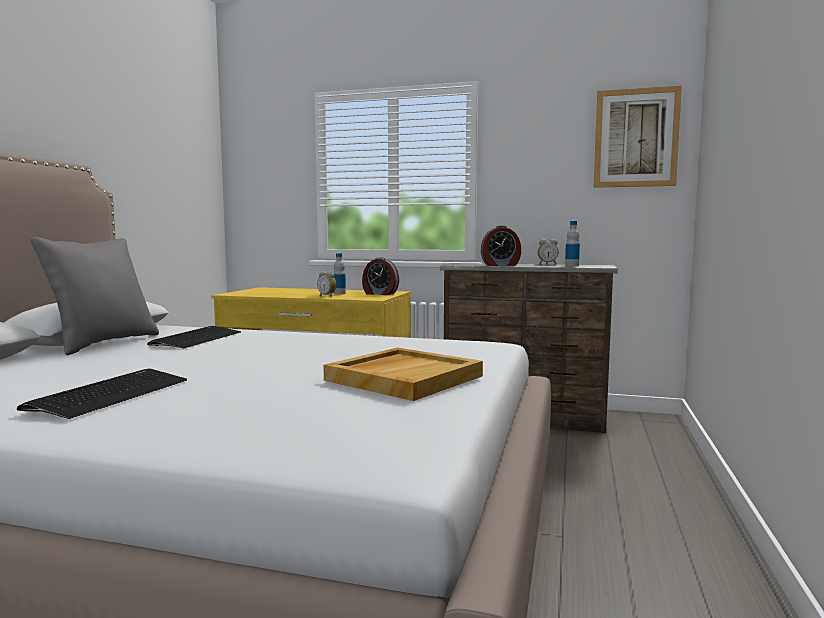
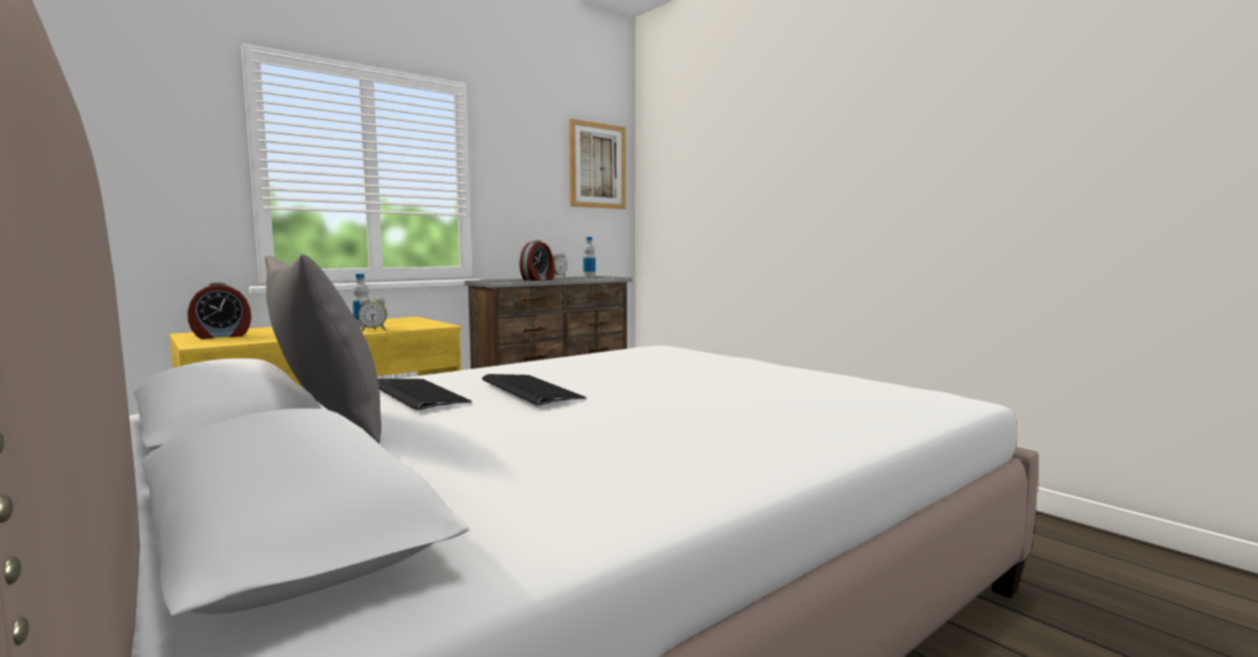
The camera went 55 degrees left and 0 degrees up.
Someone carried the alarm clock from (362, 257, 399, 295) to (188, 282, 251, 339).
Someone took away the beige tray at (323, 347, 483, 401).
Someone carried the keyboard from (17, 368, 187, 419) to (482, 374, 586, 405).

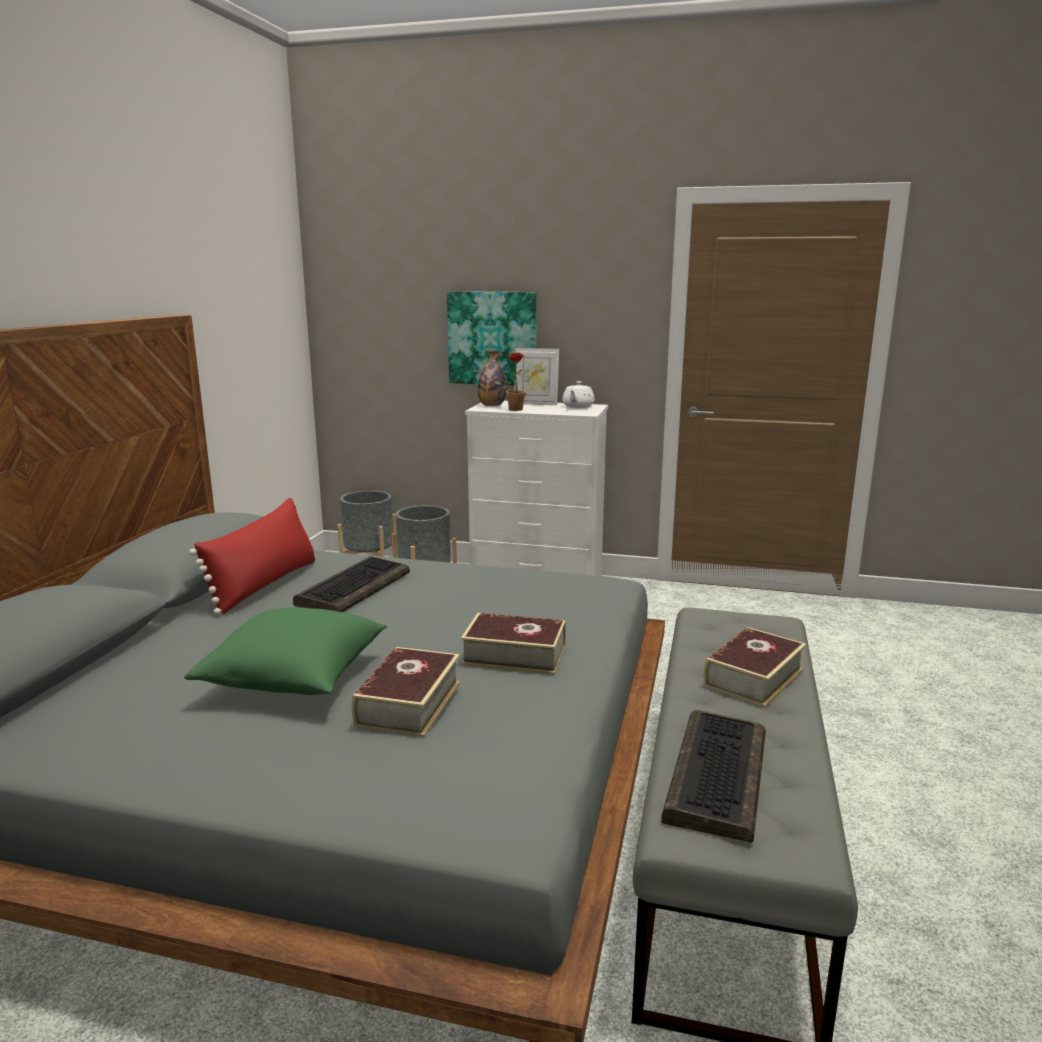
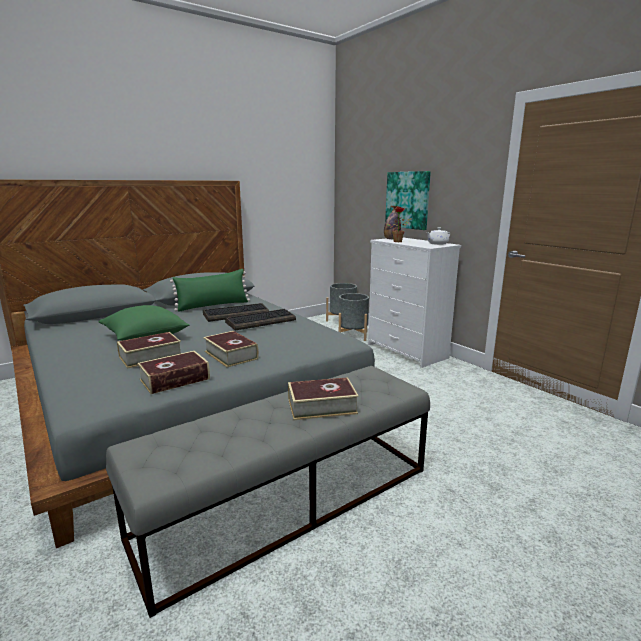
The camera went 40 degrees right and 0 degrees up.
Someone took away the picture frame at (514, 348, 559, 405).
Someone repainted the red pillow at (189, 498, 316, 615), which became the green pillow at (170, 269, 250, 312).
Someone carried the keyboard from (661, 710, 766, 842) to (225, 309, 296, 331).
Someone put down the book at (138, 351, 210, 394).

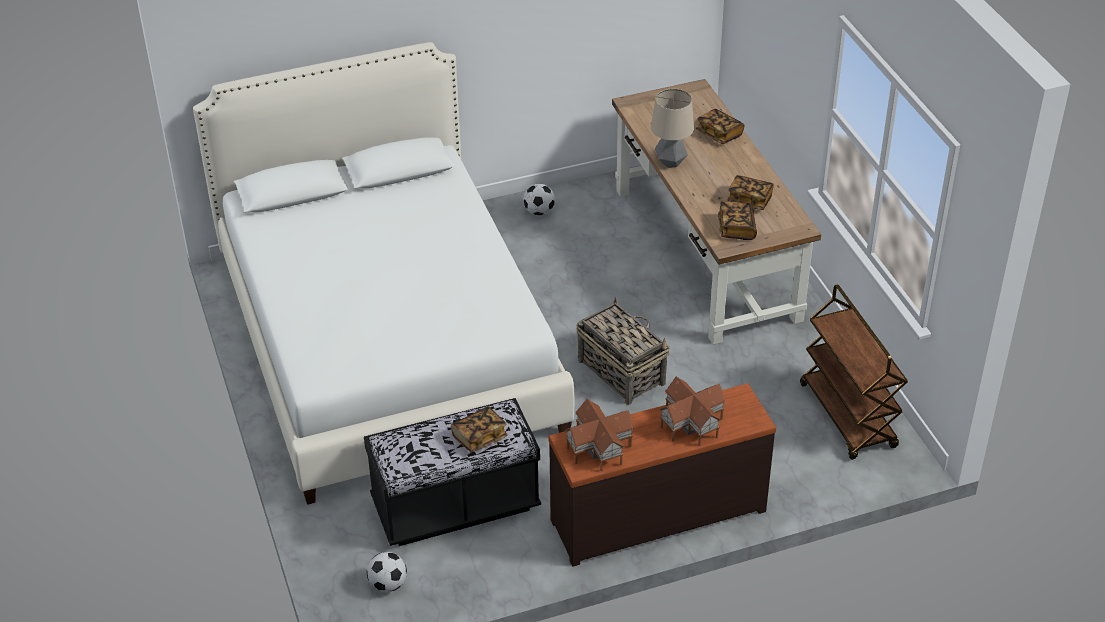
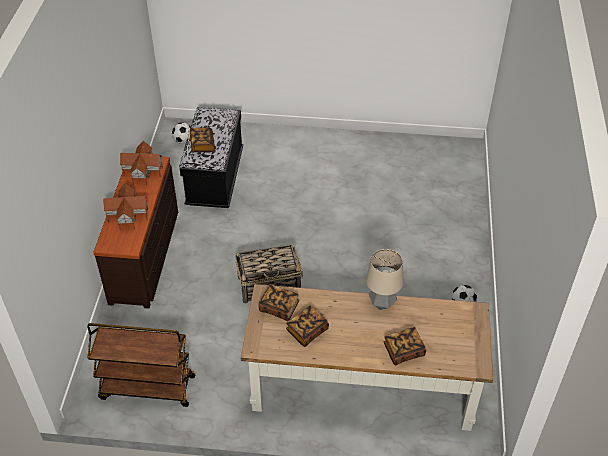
The camera went 115 degrees right and 5 degrees up.
Someone took away the white bed at (193, 42, 574, 505).

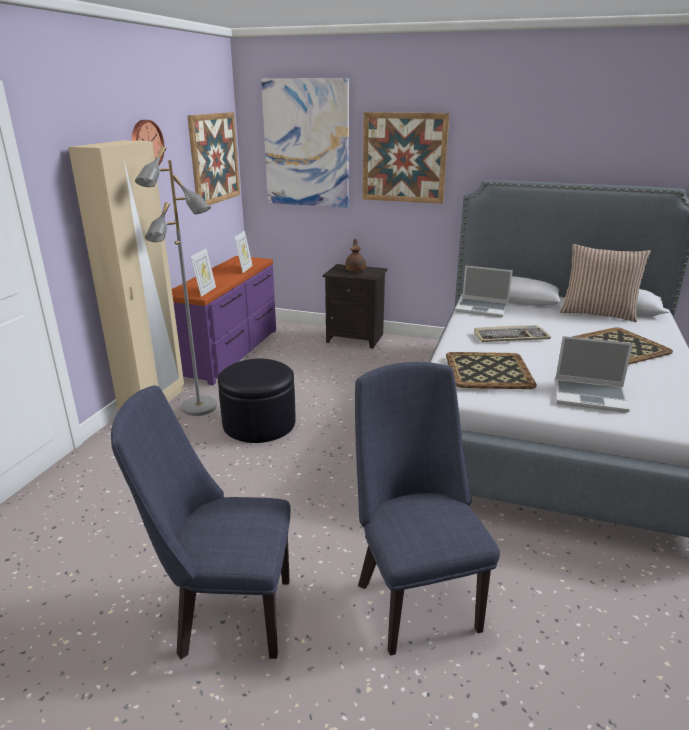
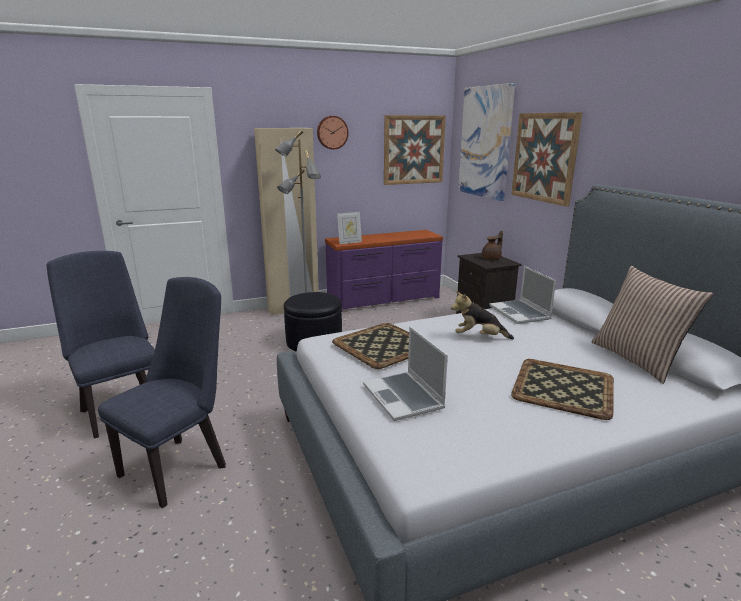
The camera went 50 degrees right and 5 degrees down.
Someone took away the picture frame at (234, 231, 253, 273).
Someone swapped the keyboard at (474, 325, 551, 342) for the plush toy at (451, 291, 514, 339).

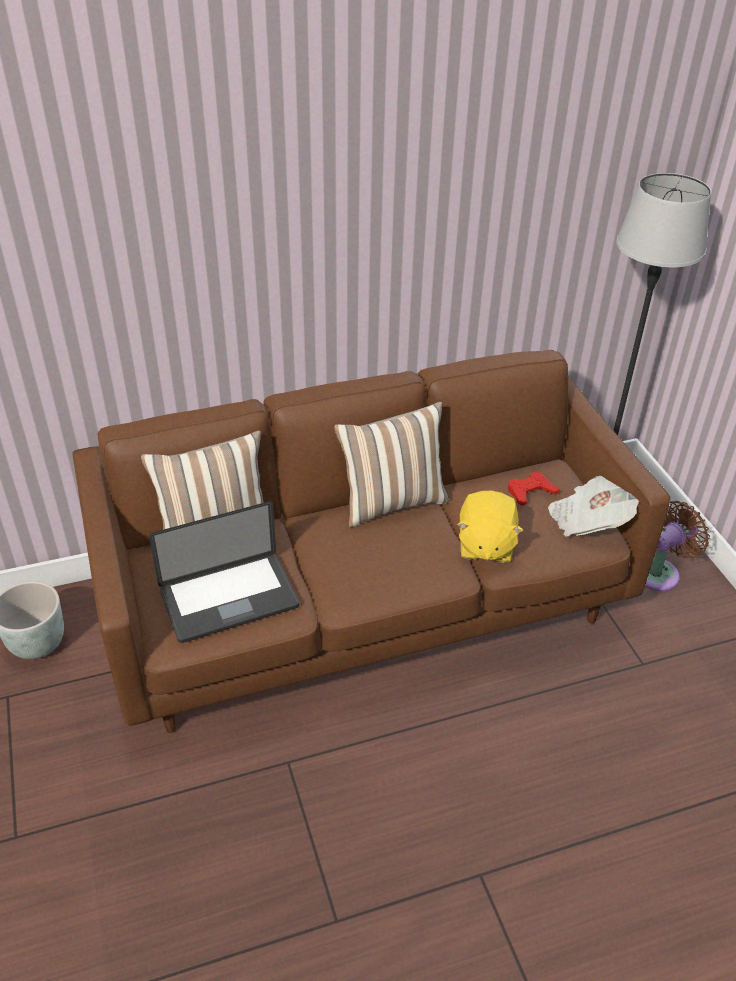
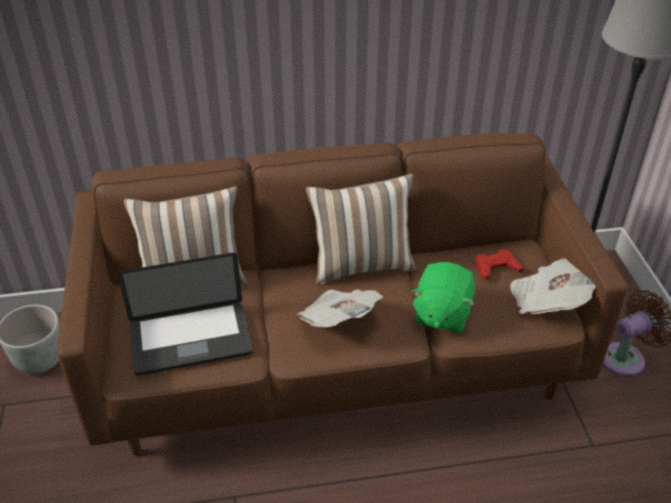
The camera went 10 degrees right and 0 degrees up.
Someone repainted the yellow plush toy at (457, 491, 523, 563), which became the green plush toy at (411, 262, 475, 333).
Someone put down the newspaper at (297, 289, 383, 327).

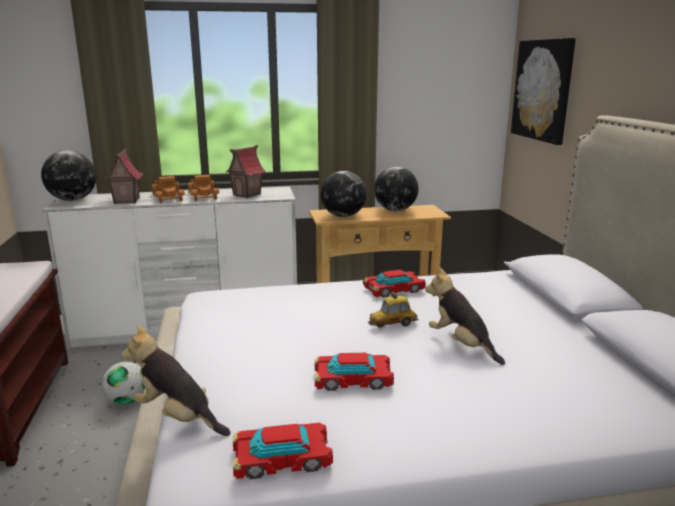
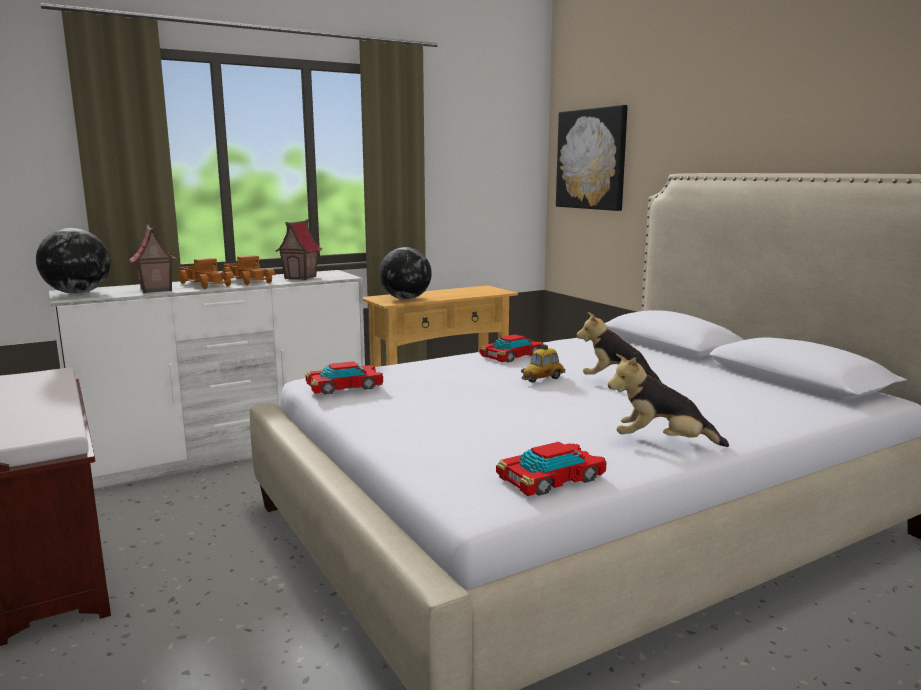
The camera went 20 degrees left and 5 degrees down.
Someone took away the globe at (374, 167, 419, 211).
Someone carried the plush toy from (121, 325, 231, 436) to (608, 354, 729, 447).
Someone carried the toy car from (315, 353, 394, 391) to (306, 361, 383, 394).
Someone took away the football at (102, 362, 145, 405).

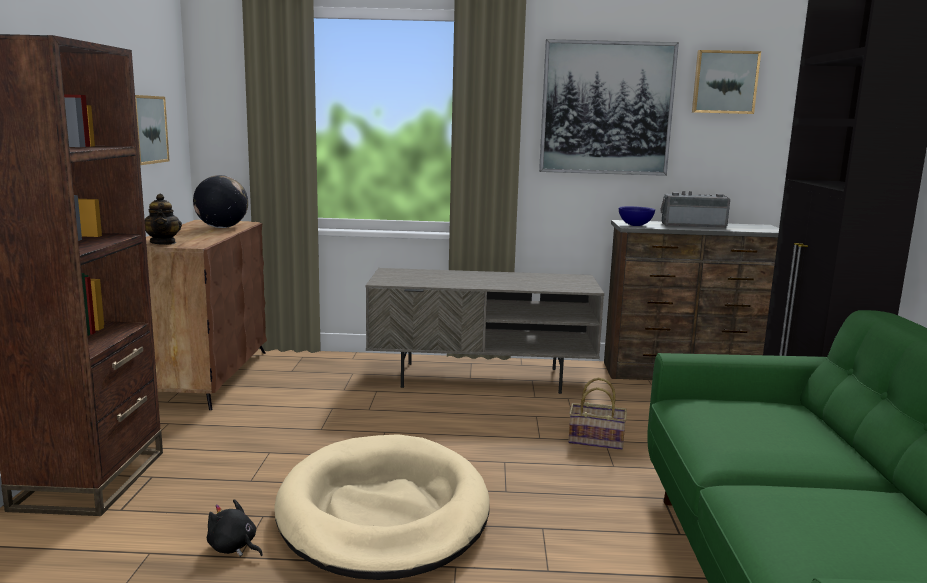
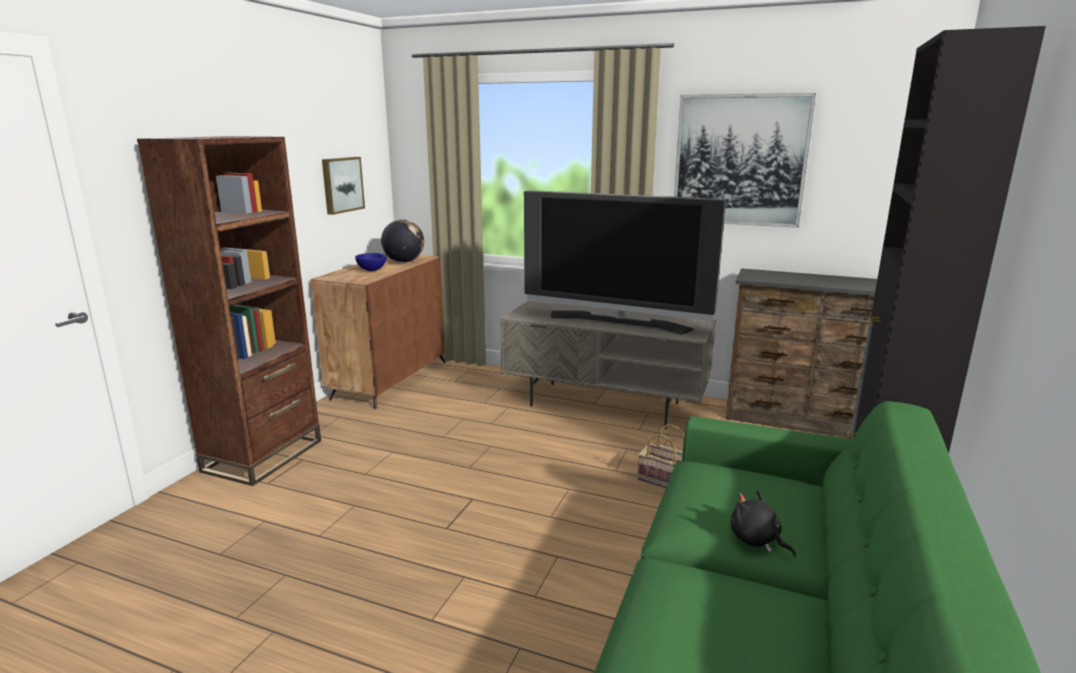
The camera went 20 degrees right and 5 degrees up.
Someone took away the picture at (692, 50, 761, 114).
Someone took away the radio at (660, 191, 730, 228).
Someone took away the teapot at (145, 194, 182, 245).
Someone carried the blue bowl from (619, 206, 655, 226) to (355, 253, 387, 271).
Someone took away the beige dog bed at (274, 434, 490, 580).
Someone carried the black plush toy from (207, 499, 263, 556) to (731, 490, 796, 557).
Someone put down the television at (524, 190, 726, 334).

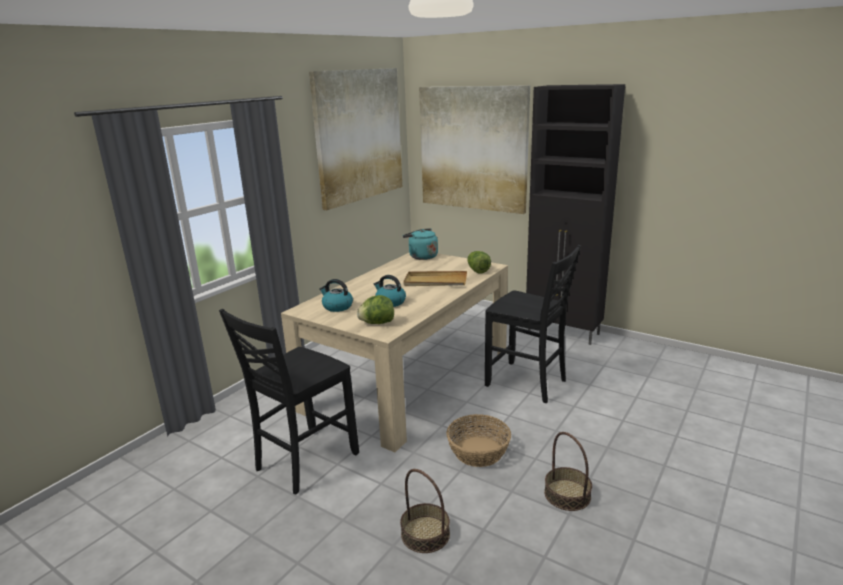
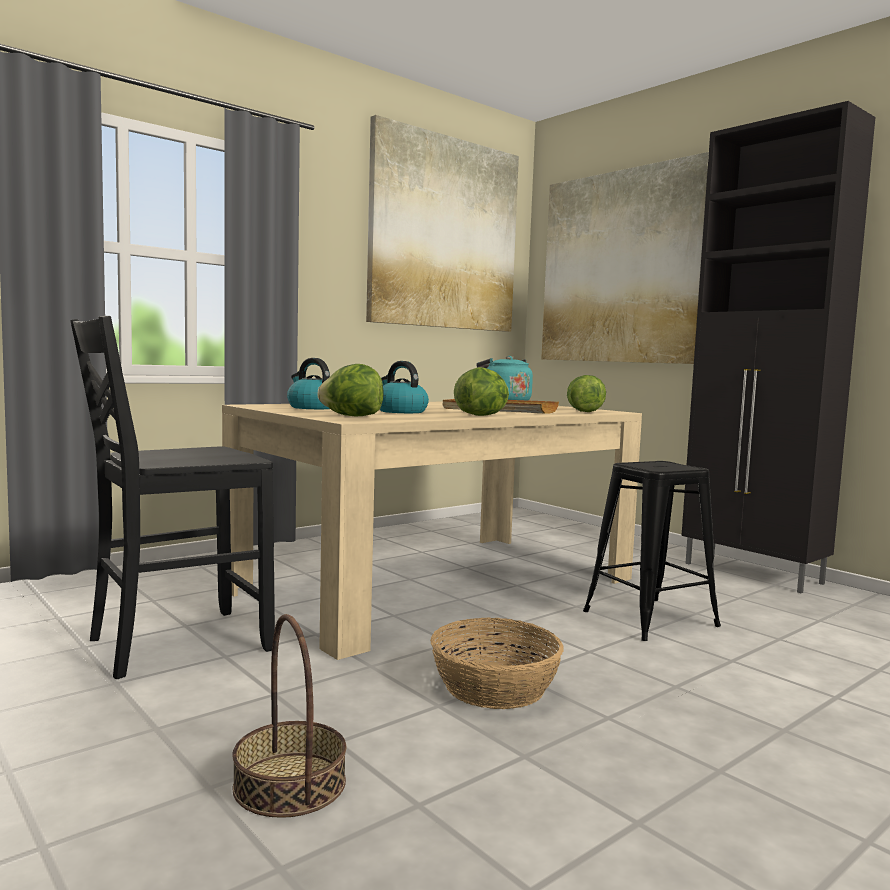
The camera went 15 degrees right and 15 degrees down.
Someone swapped the black chair at (485, 245, 581, 403) for the black stool at (583, 461, 721, 641).
Someone took away the basket at (544, 432, 592, 511).
Someone put down the lettuce at (454, 367, 509, 416).

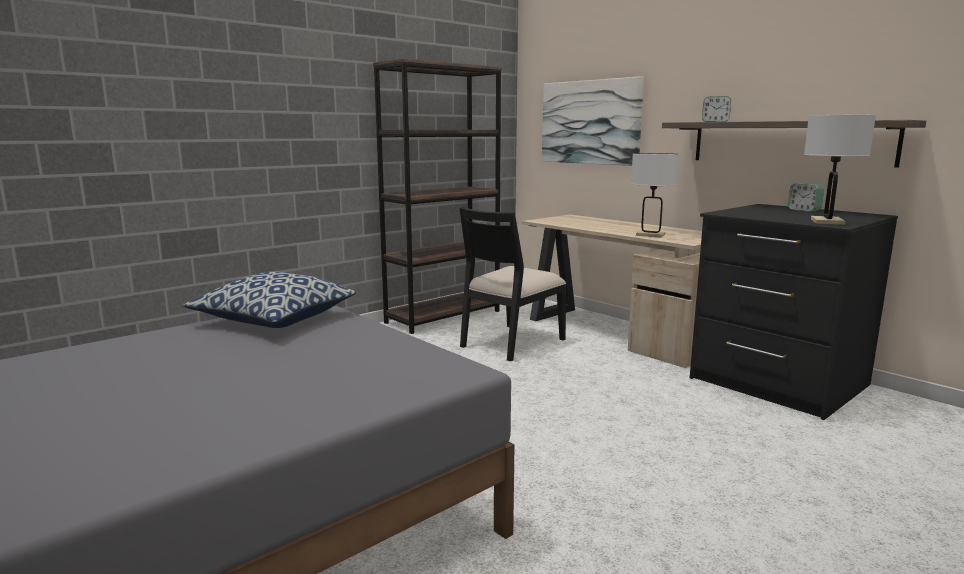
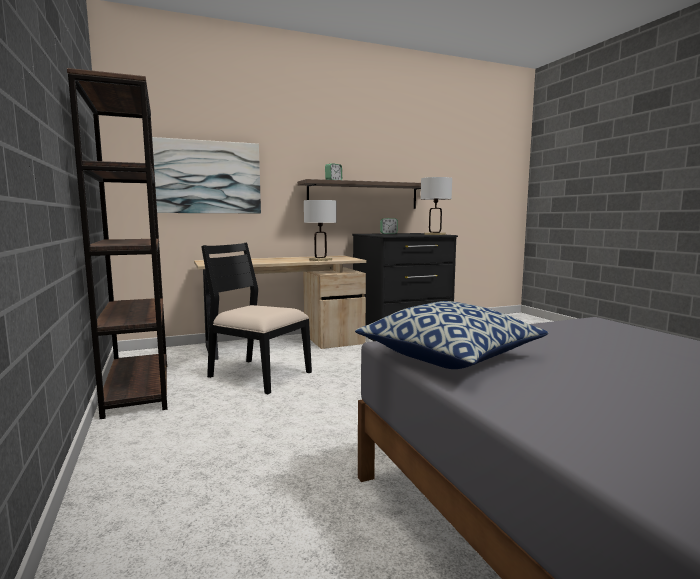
The camera went 70 degrees left and 5 degrees down.
Someone rotated the black chair at (459, 207, 566, 361) by 150 degrees clockwise.

